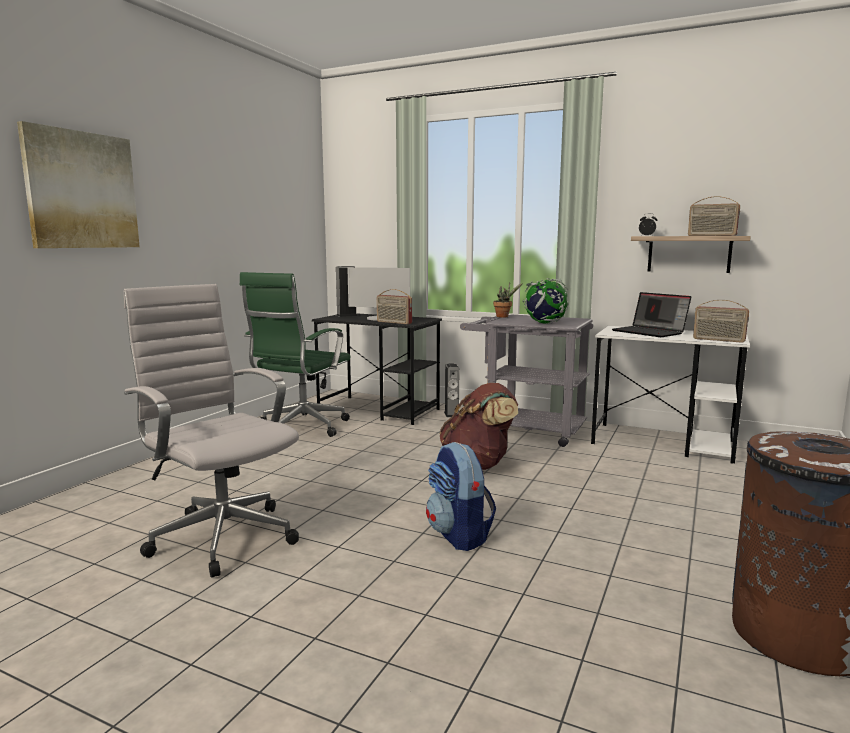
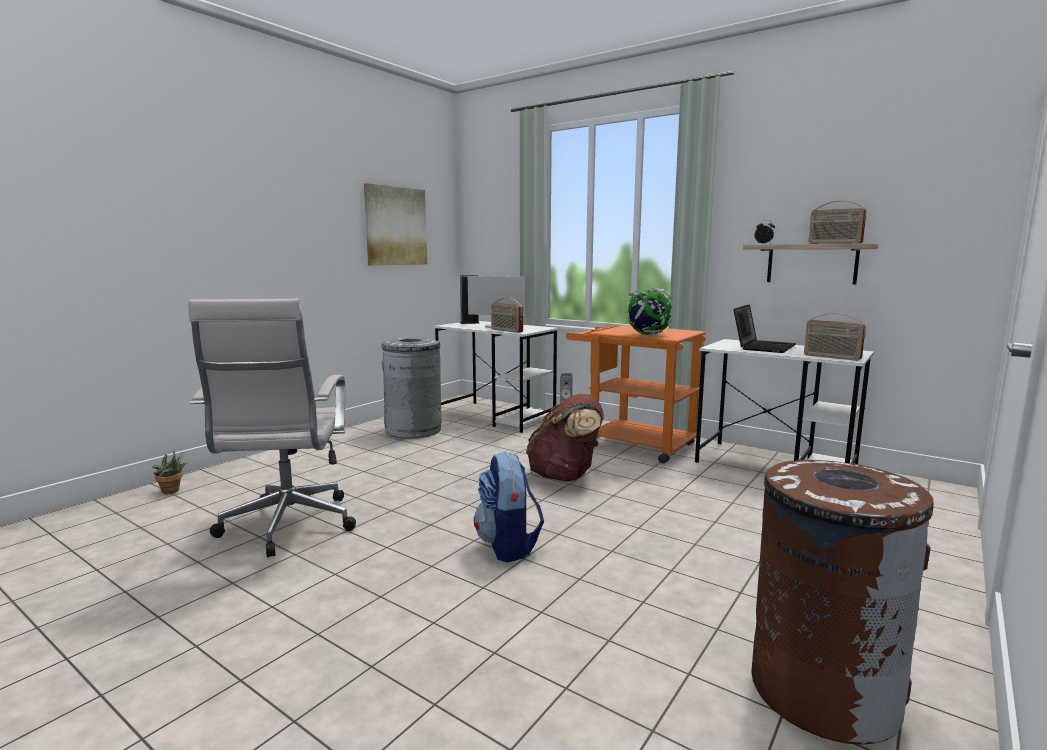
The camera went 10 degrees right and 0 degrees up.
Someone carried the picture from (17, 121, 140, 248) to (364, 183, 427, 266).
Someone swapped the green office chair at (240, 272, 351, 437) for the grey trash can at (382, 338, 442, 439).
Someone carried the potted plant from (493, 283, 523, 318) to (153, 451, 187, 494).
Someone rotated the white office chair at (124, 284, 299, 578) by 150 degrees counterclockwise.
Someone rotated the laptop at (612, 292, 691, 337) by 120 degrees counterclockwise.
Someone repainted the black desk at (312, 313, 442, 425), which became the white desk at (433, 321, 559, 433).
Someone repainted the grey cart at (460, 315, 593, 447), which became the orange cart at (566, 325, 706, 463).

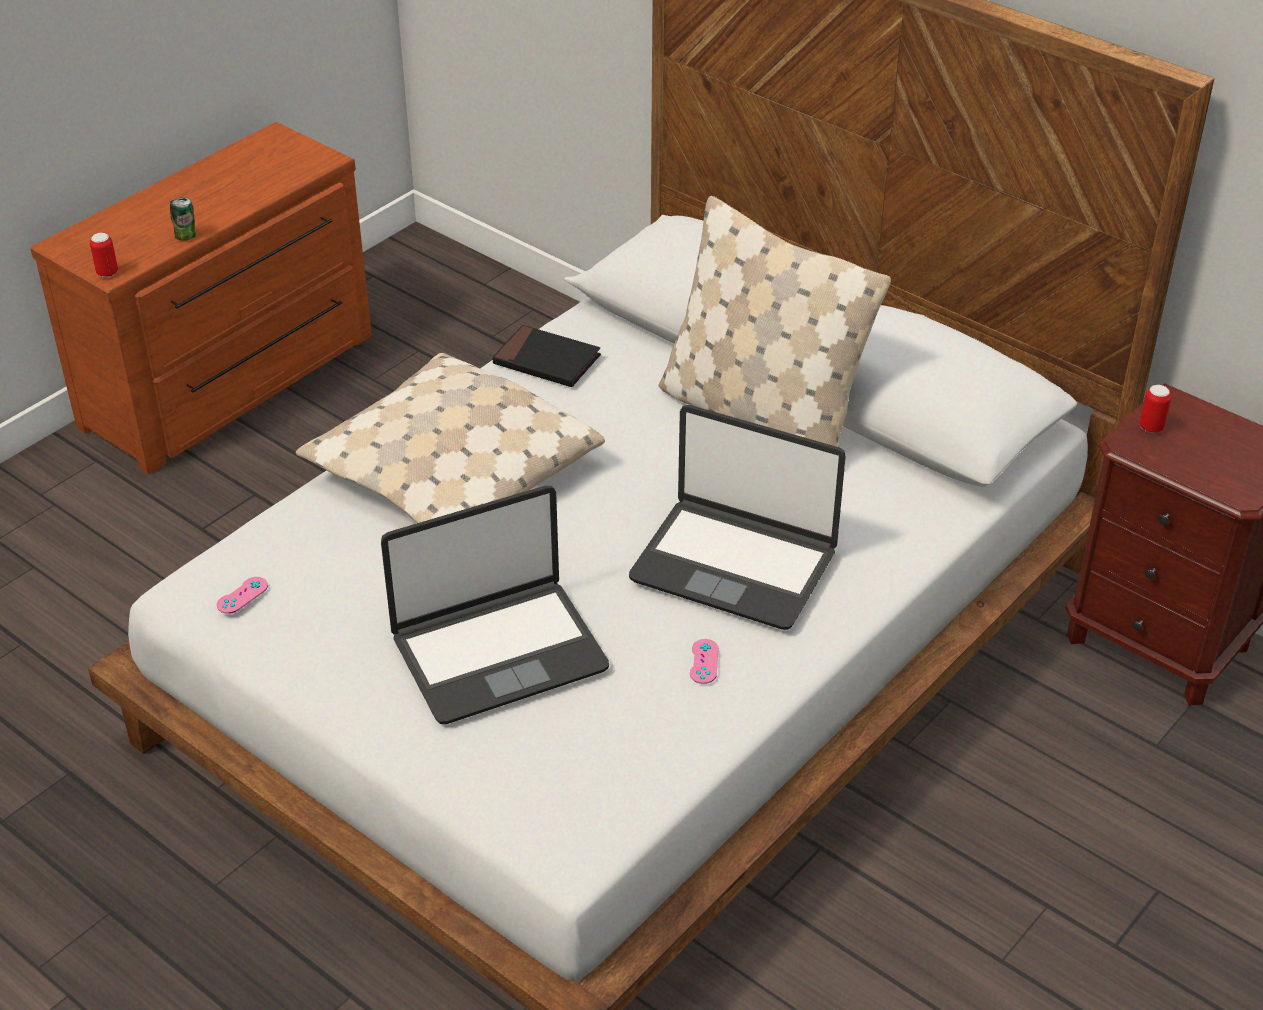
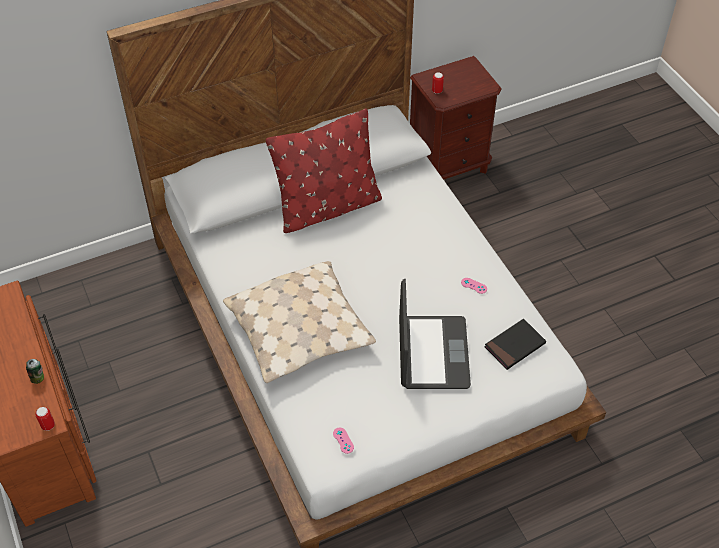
The camera went 65 degrees left and 10 degrees up.
Someone repainted the beige pillow at (659, 196, 891, 447), which became the red pillow at (266, 109, 382, 233).
Someone carried the black book from (492, 325, 601, 387) to (485, 319, 546, 370).
Someone took away the laptop at (629, 405, 845, 630).

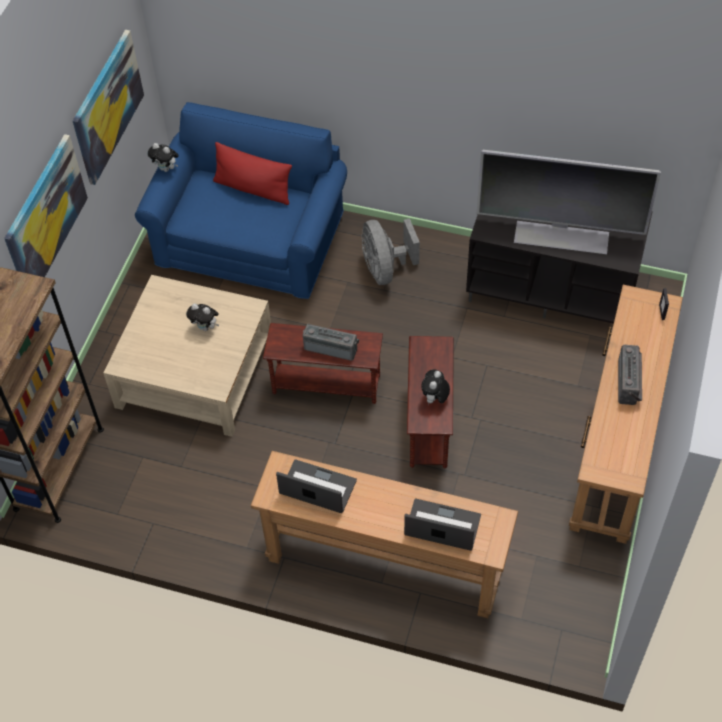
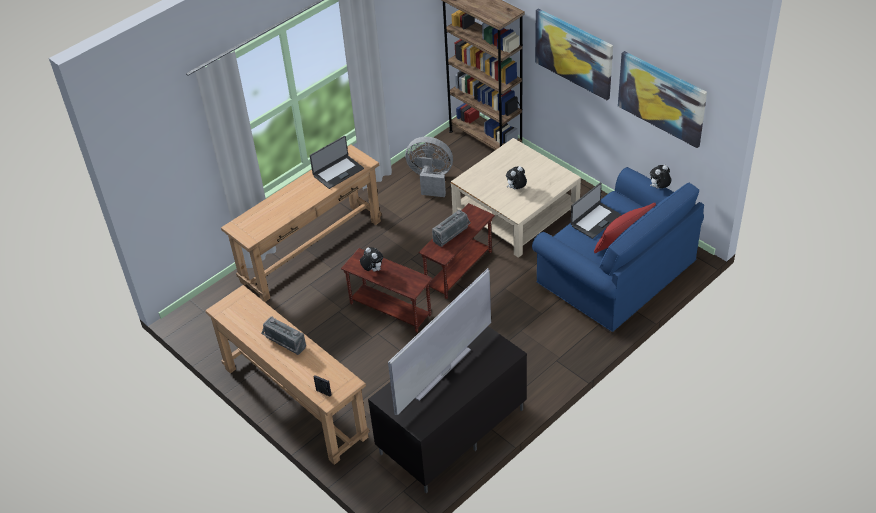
The camera went 120 degrees right and 10 degrees down.
Someone carried the grey fan from (362, 218, 420, 285) to (405, 137, 453, 197).
Someone carried the laptop from (404, 499, 481, 551) to (571, 182, 621, 239).

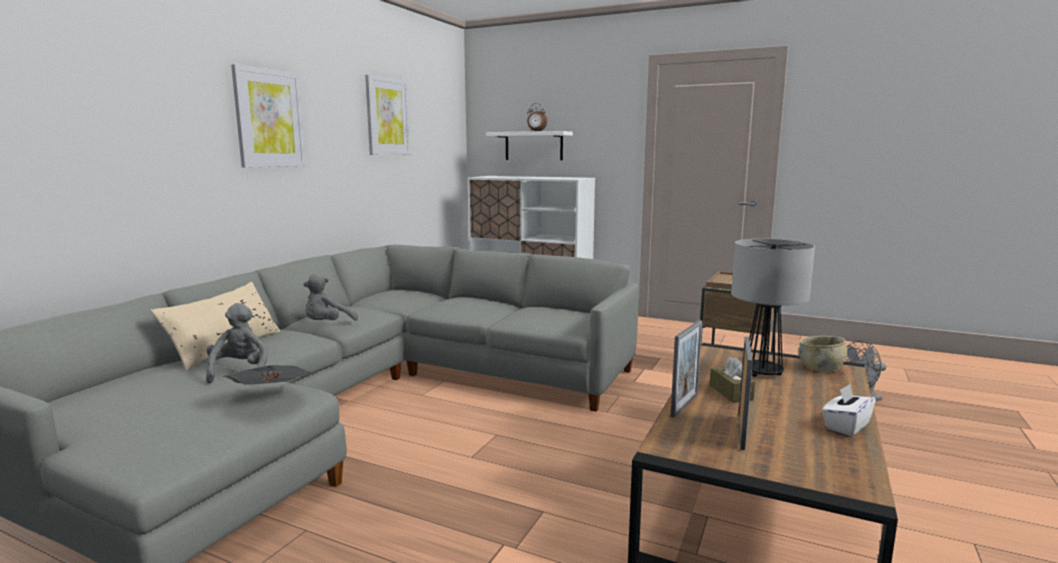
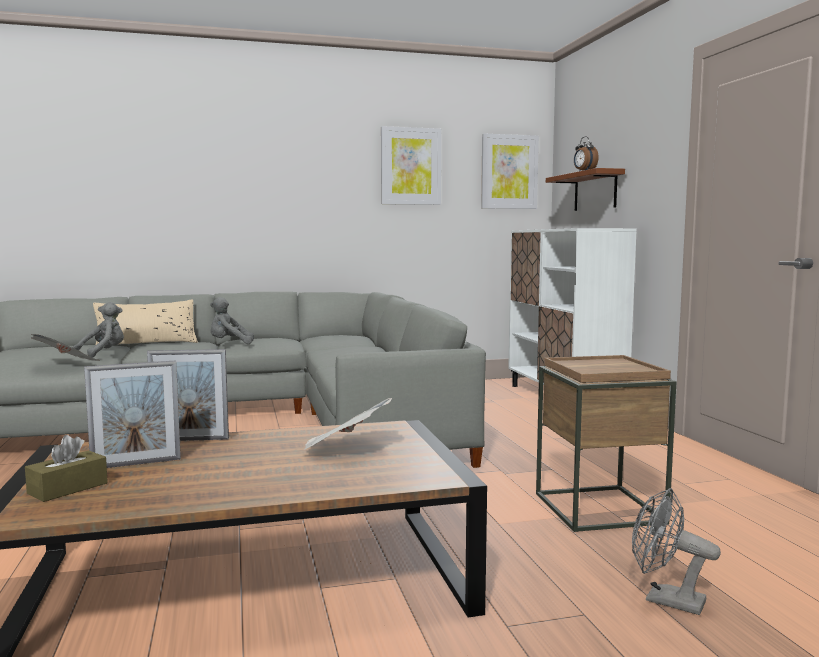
The camera went 50 degrees right and 5 degrees down.
Someone carried the picture from (231, 64, 306, 168) to (481, 134, 539, 209).
Someone repainted the white shelf at (486, 131, 573, 160), which became the brown shelf at (546, 168, 625, 211).
Someone swapped the table lamp at (731, 239, 815, 377) for the newspaper at (303, 398, 392, 450).
Someone took away the beige bowl at (798, 336, 847, 372).
Someone carried the brown tissue box from (710, 357, 755, 402) to (25, 435, 108, 502).
Someone took away the white tissue box at (822, 384, 876, 436).

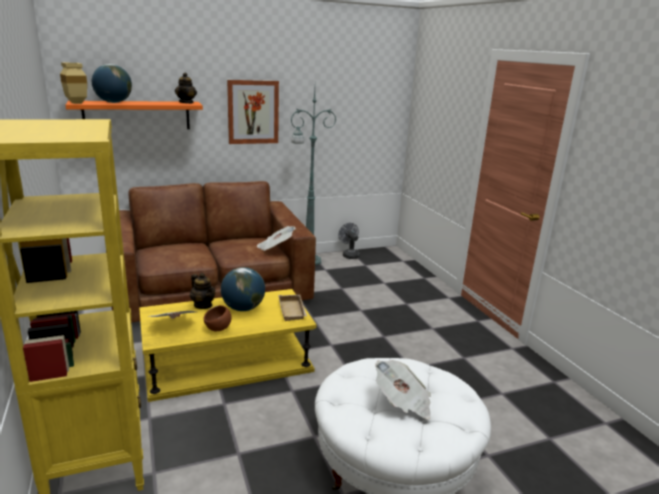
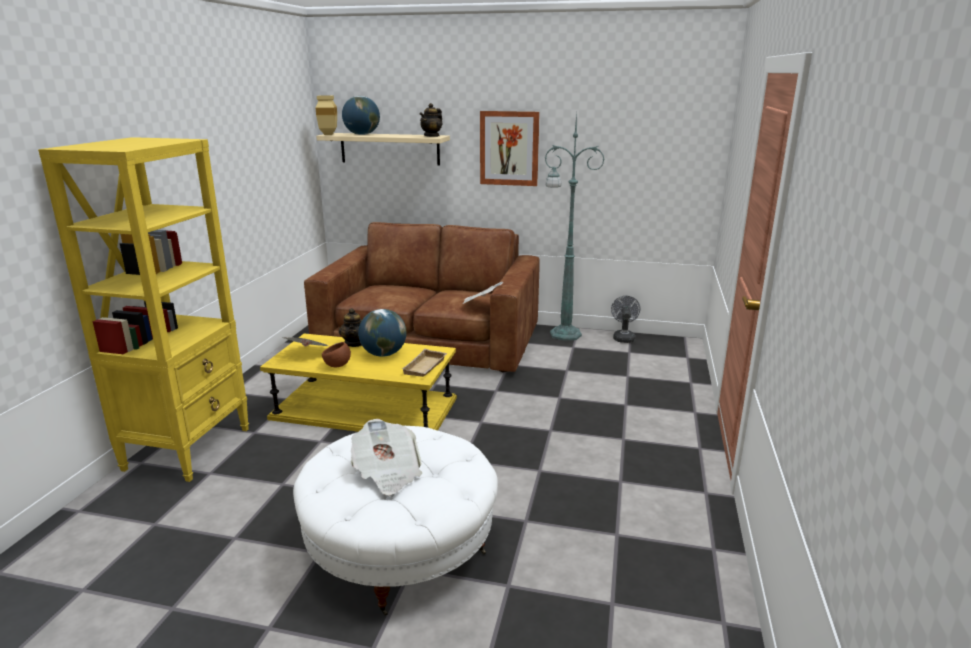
The camera went 35 degrees right and 0 degrees up.
Someone repainted the orange shelf at (65, 101, 203, 129), which became the beige shelf at (316, 133, 450, 166).

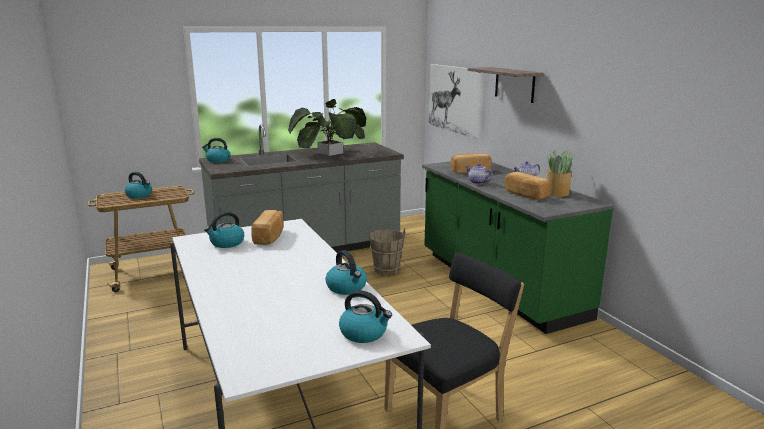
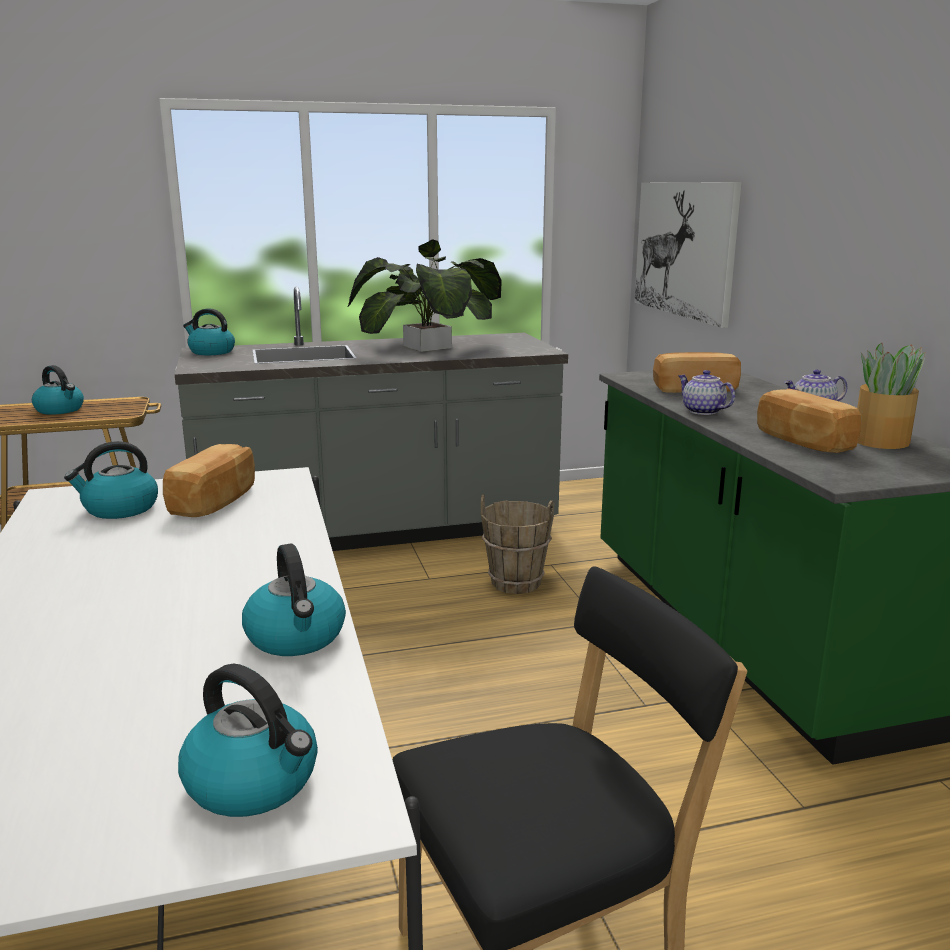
The camera went 10 degrees right and 0 degrees up.
Someone took away the shelf at (467, 67, 544, 103).

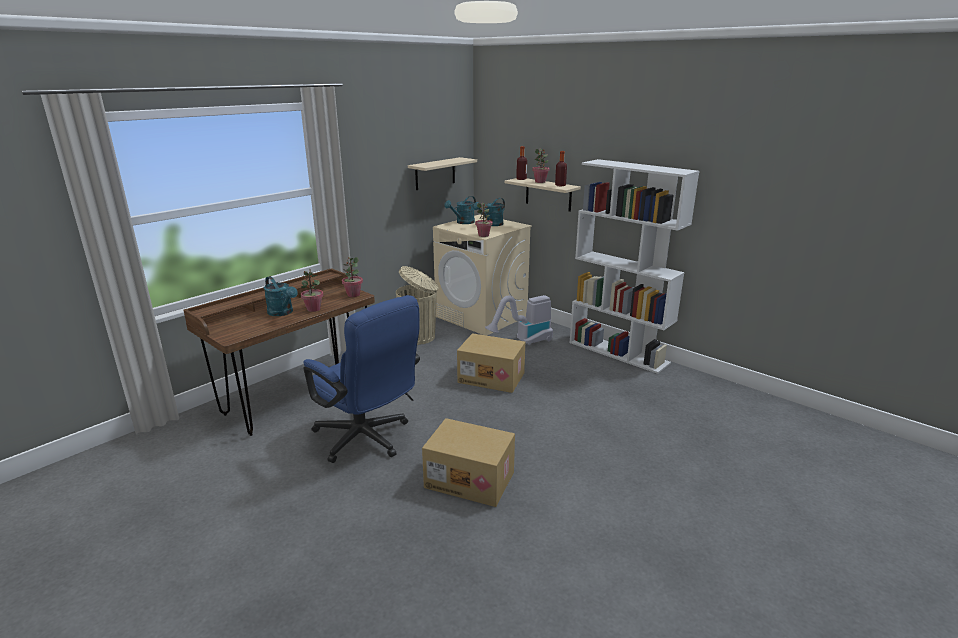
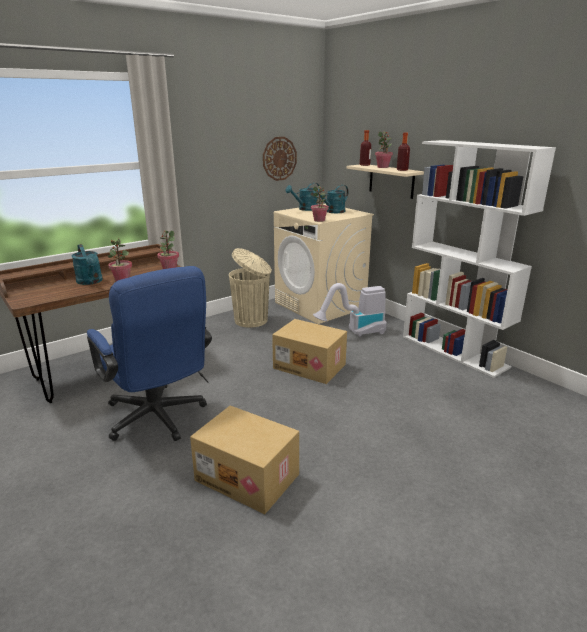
The camera went 10 degrees right and 0 degrees up.
Someone swapped the beige shelf at (408, 157, 477, 190) for the wall clock at (263, 137, 297, 181).

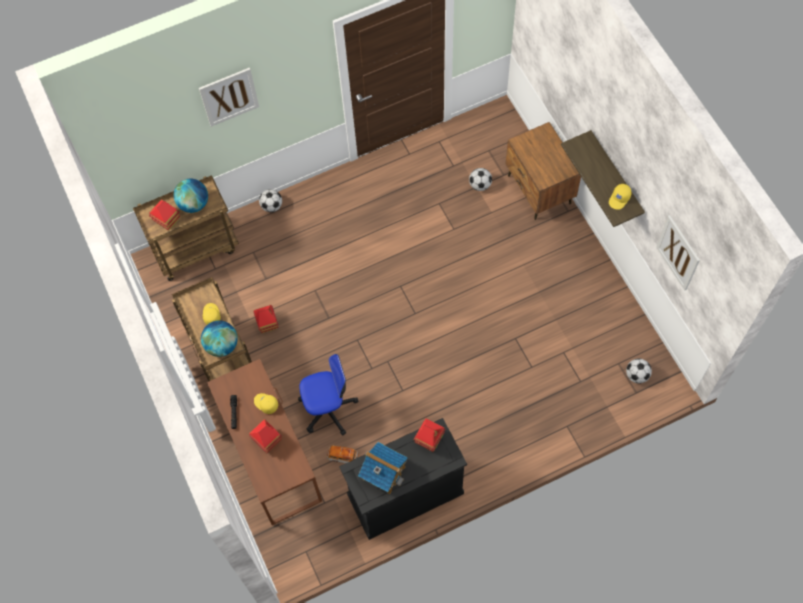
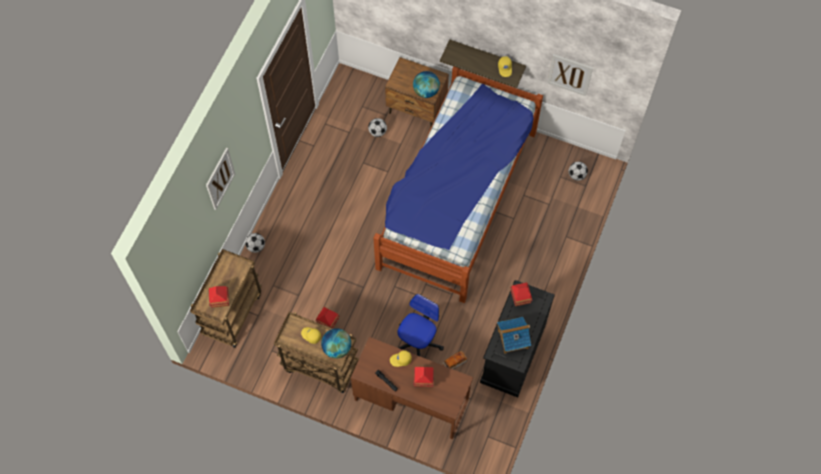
The camera went 45 degrees left and 0 degrees up.
Someone carried the globe from (173, 178, 208, 213) to (413, 71, 440, 98).
Someone put down the bed at (373, 67, 543, 303).

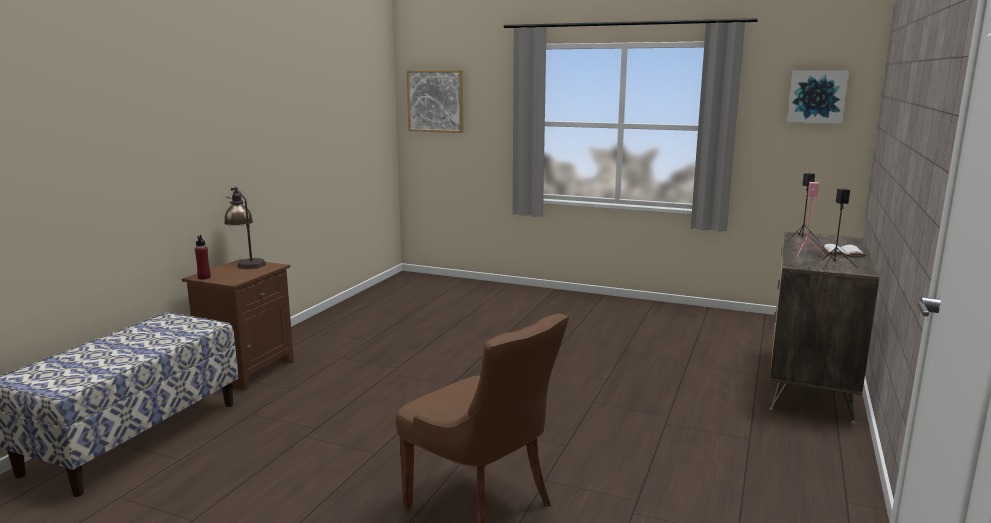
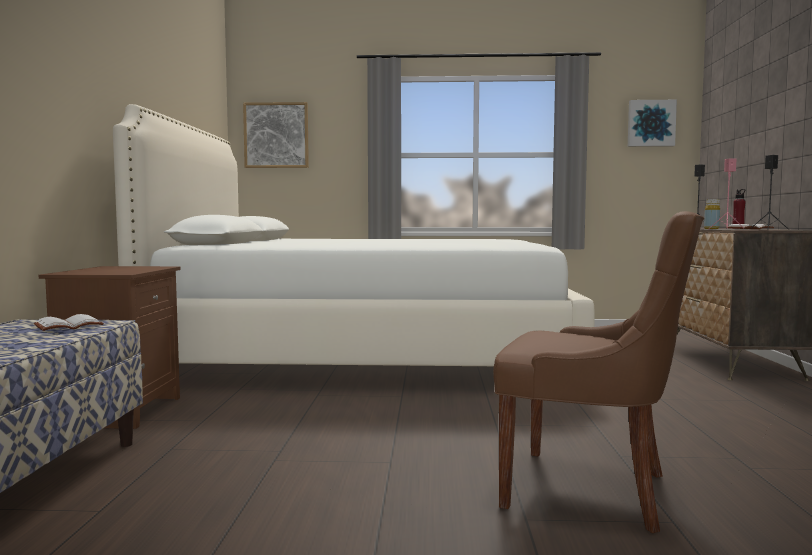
The camera went 20 degrees left and 10 degrees down.
Someone took away the table lamp at (224, 187, 266, 269).
Someone carried the red bottle from (195, 235, 211, 280) to (732, 189, 746, 229).
Someone put down the white bed at (113, 104, 595, 366).
Someone put down the yellow bottle at (704, 199, 720, 229).
Someone put down the white book at (34, 314, 104, 331).

